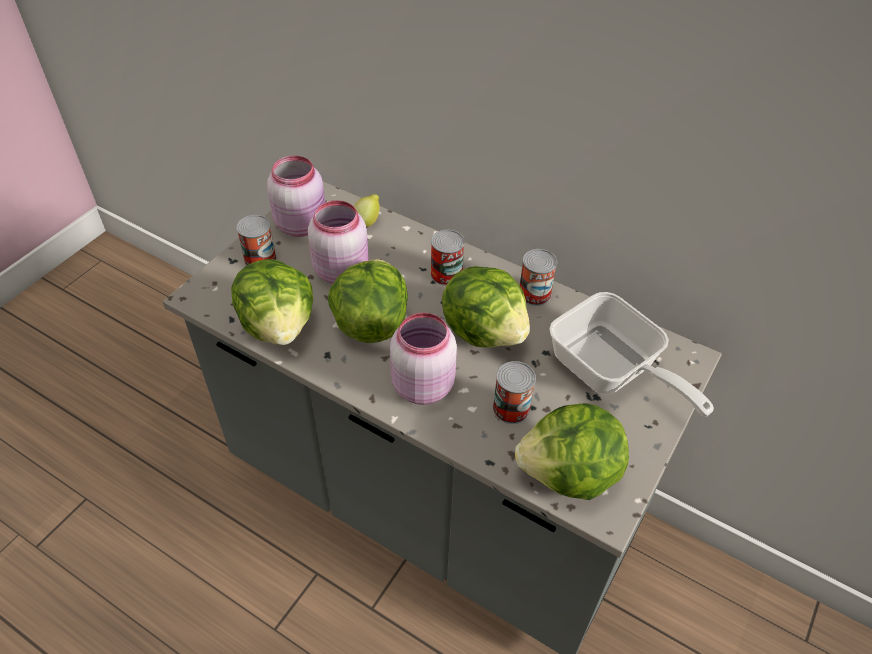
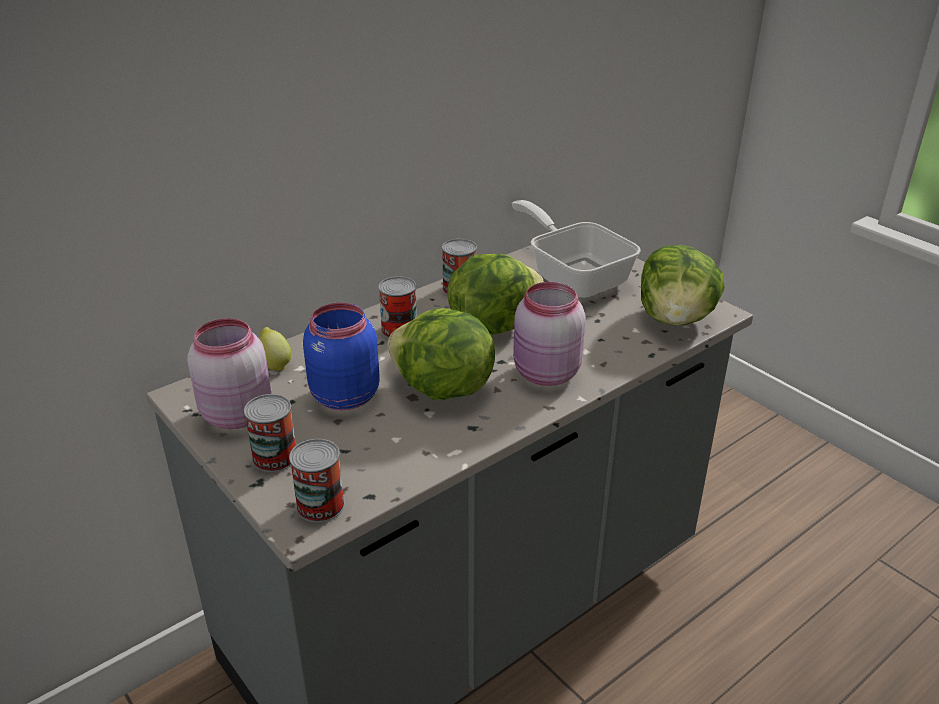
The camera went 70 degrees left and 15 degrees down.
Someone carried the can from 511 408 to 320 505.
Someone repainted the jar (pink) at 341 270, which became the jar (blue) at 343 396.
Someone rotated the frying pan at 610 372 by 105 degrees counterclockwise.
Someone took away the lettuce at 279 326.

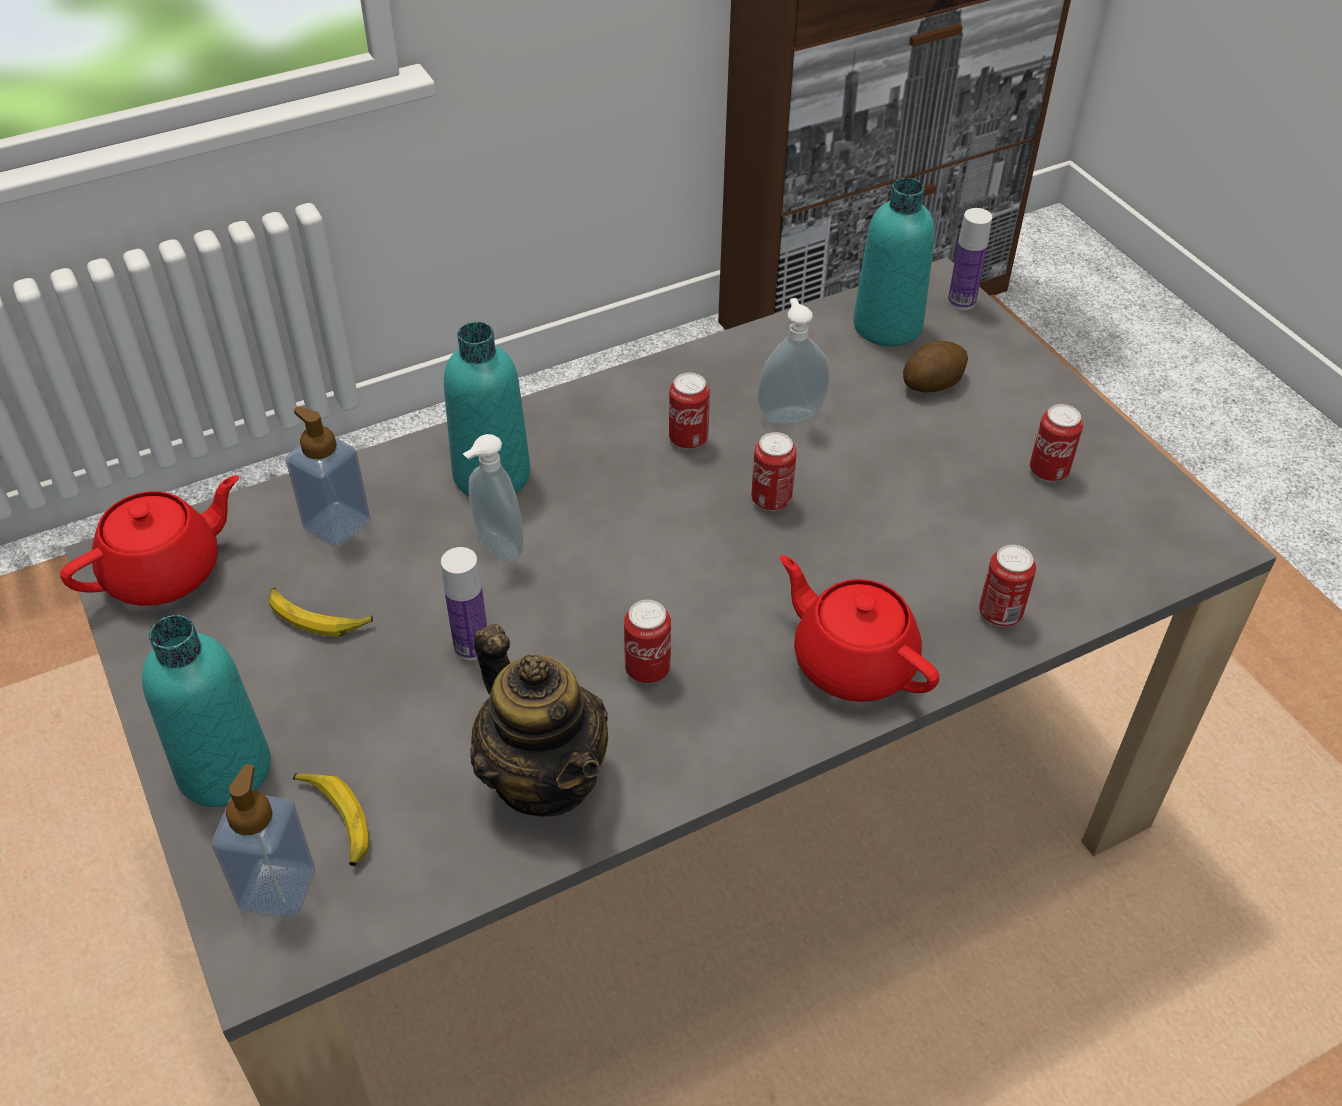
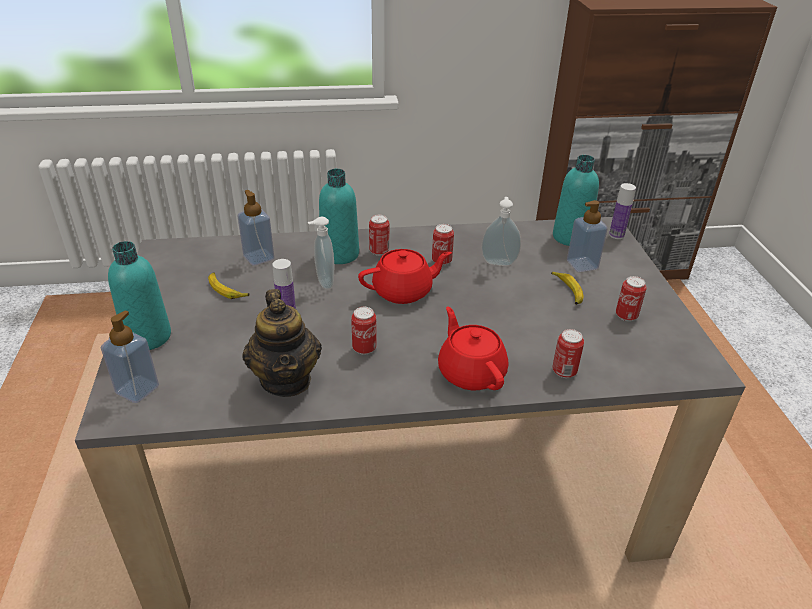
The camera went 20 degrees right and 10 degrees down.
Someone carried the teapot (red) from 166 572 to 403 291.
Someone carried the can from 771 500 to 379 251.
Someone carried the banana from 336 821 to 567 291.
Someone swapped the potato at 932 382 for the soap dispenser at 582 265.

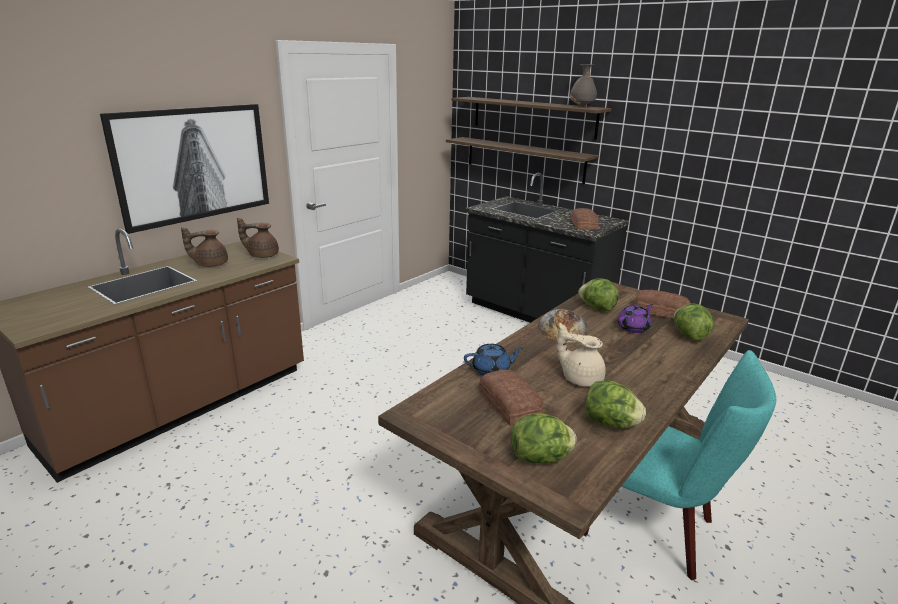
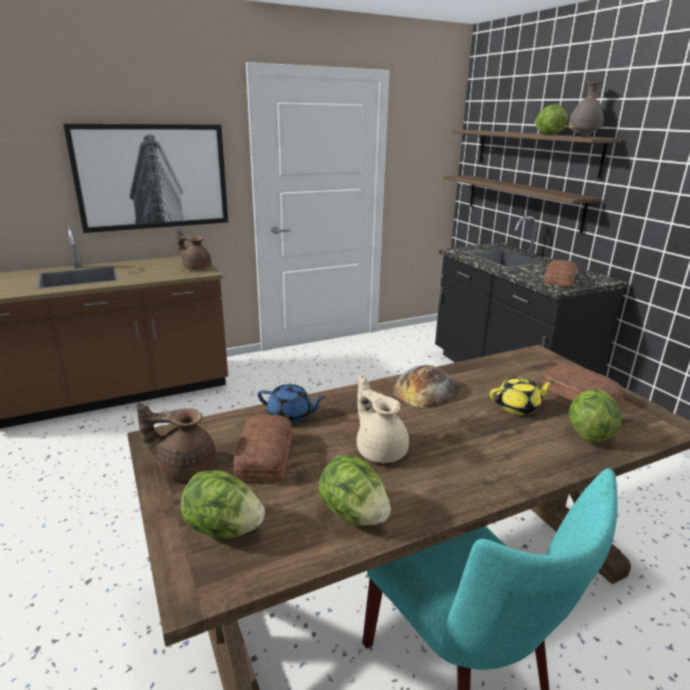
The camera went 25 degrees right and 0 degrees up.
Someone carried the teapot (brown) from 210 264 to 185 467.
Someone repainted the teapot (purple) at 633 328, which became the teapot (yellow) at 518 407.
Someone carried the lettuce from 596 308 to 548 134.

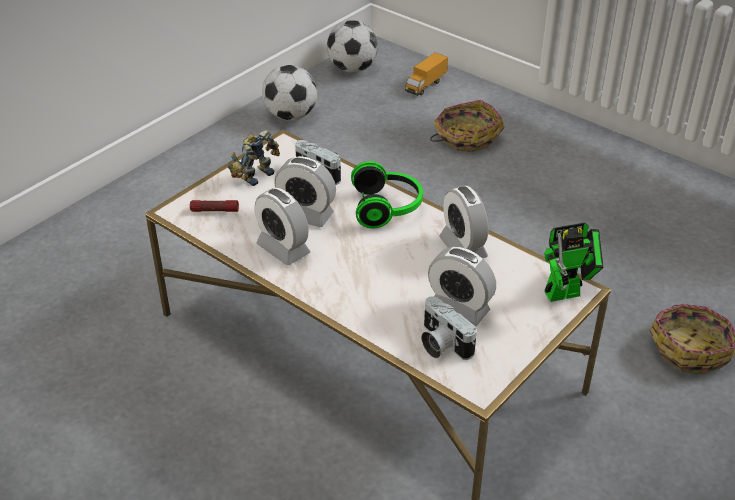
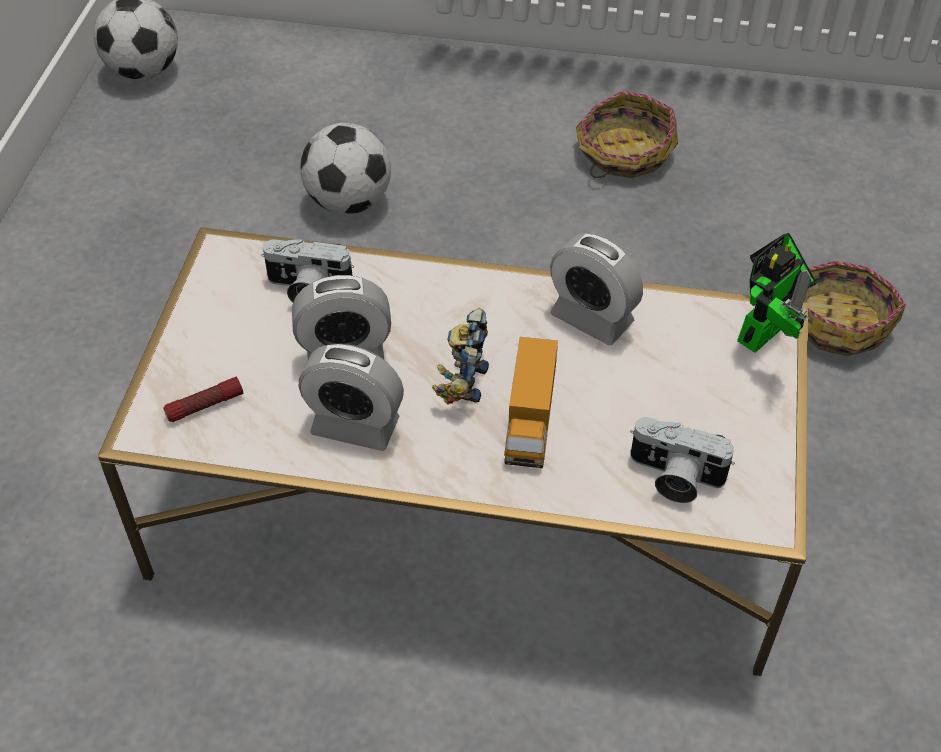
The camera went 30 degrees left and 10 degrees up.
Someone carried the football from 291 116 to 349 202.
Someone carried the toy robot from 255 175 to 462 381.
Someone carried the toy truck from 426 85 to 530 422.
Someone carried the basket from 466 137 to 623 152.
Someone took away the headphones at 387 208.
Someone took away the alarm clock at 459 309.

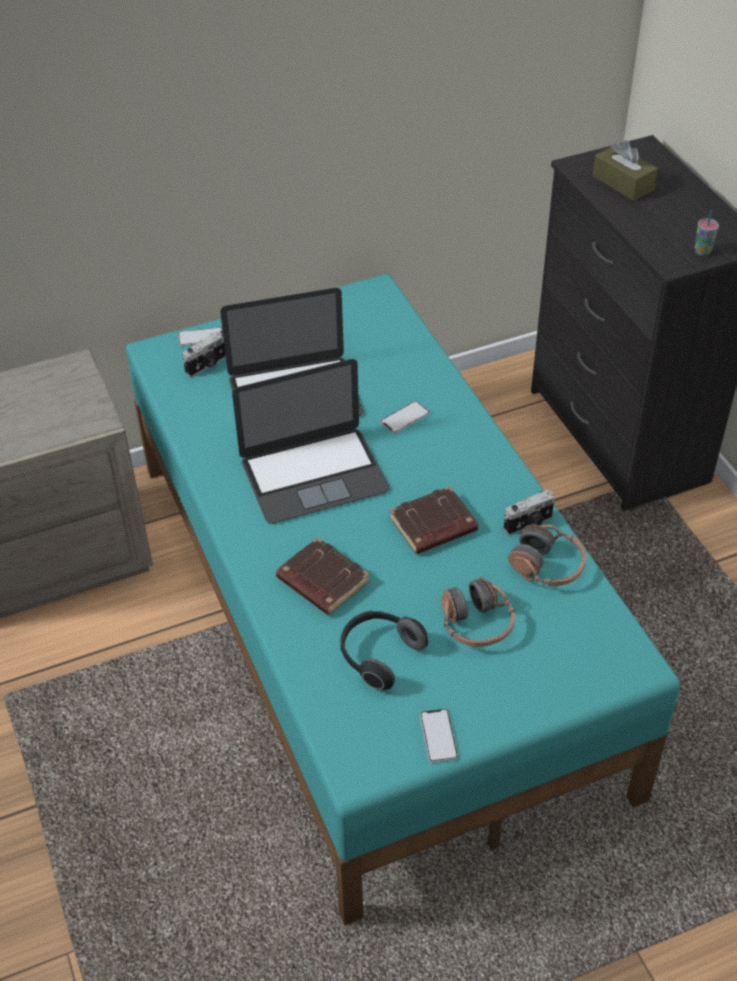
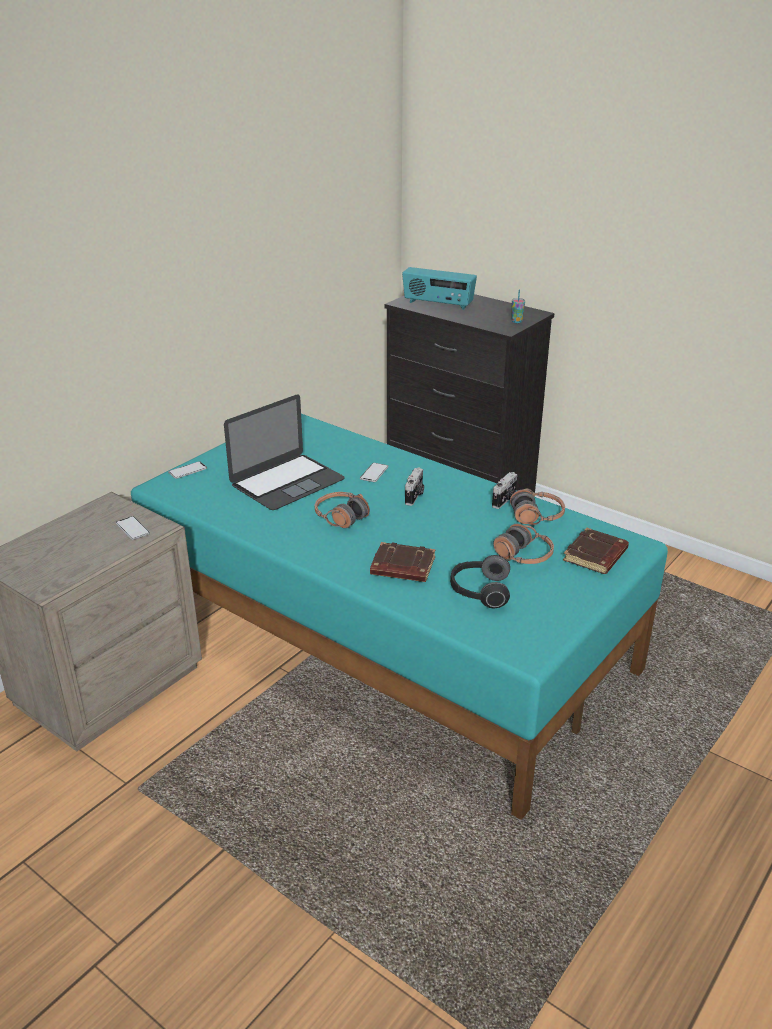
The camera went 30 degrees left and 15 degrees down.
Someone carried the phone from 438 736 to 132 529.
Someone swapped the laptop at 314 475 for the headphones at 341 517.
Someone swapped the tissue box (brown) at 623 183 for the radio at 438 304.
Someone carried the photo camera from 207 365 to 415 496.
Someone carried the book (brown) from 433 526 to 596 556.

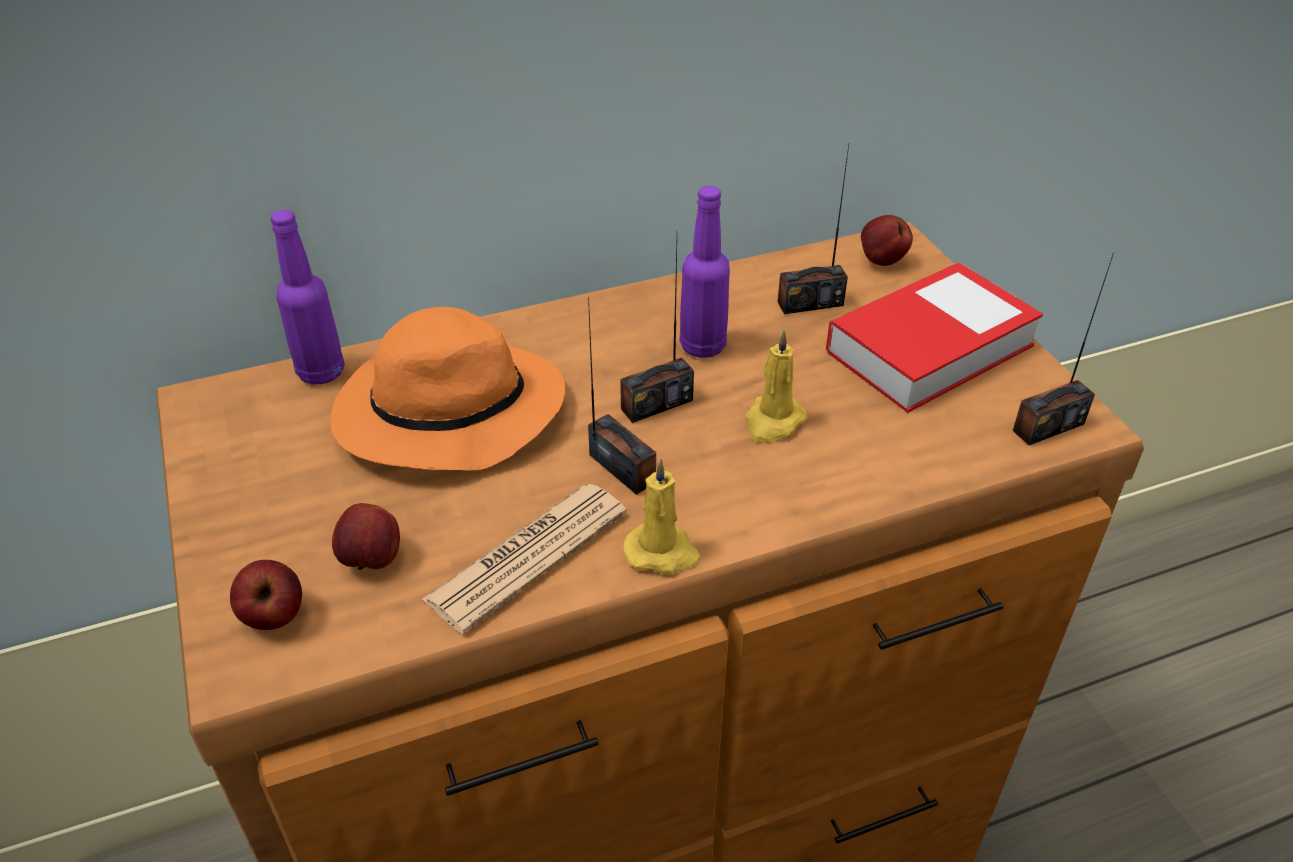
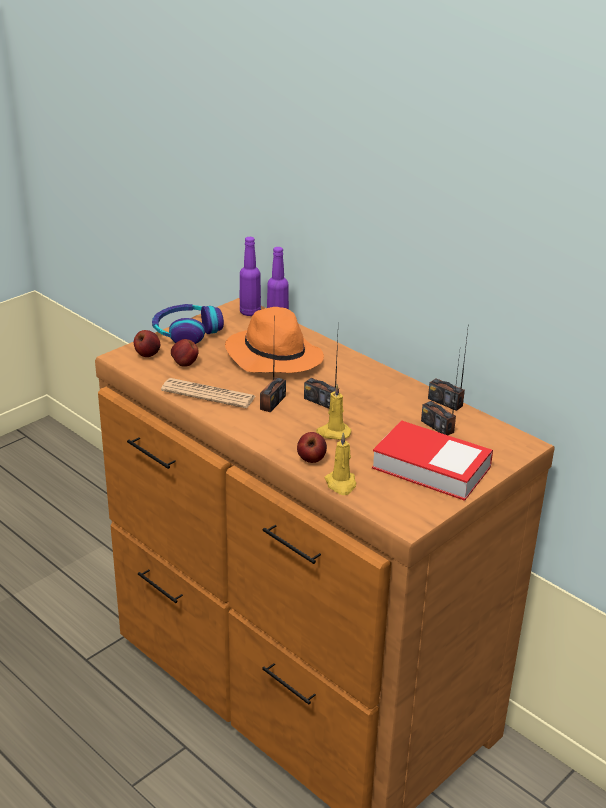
The camera went 65 degrees right and 10 degrees down.
Someone put down the headphones at 186 332.
Someone carried the bottle (purple) from 703 346 to 250 312.
Someone carried the apple from 881 261 to 311 459.
Someone carried the candle (yellow) from 663 552 to 341 484.
Someone carried the radio from 1048 427 to 445 402.

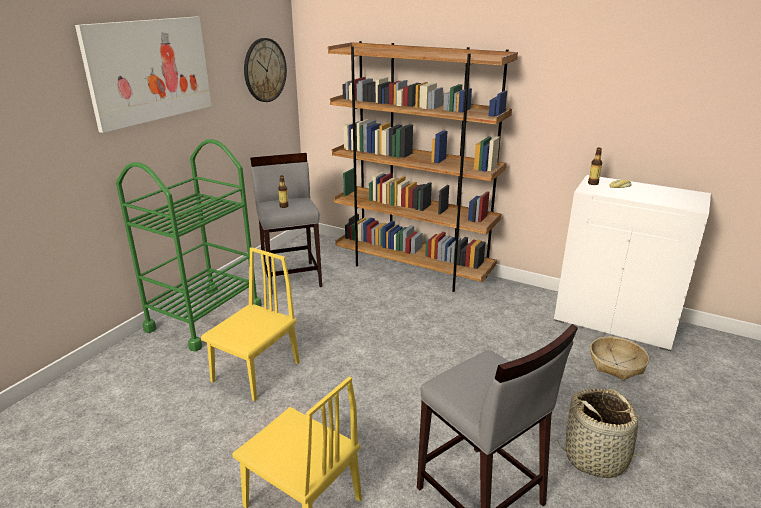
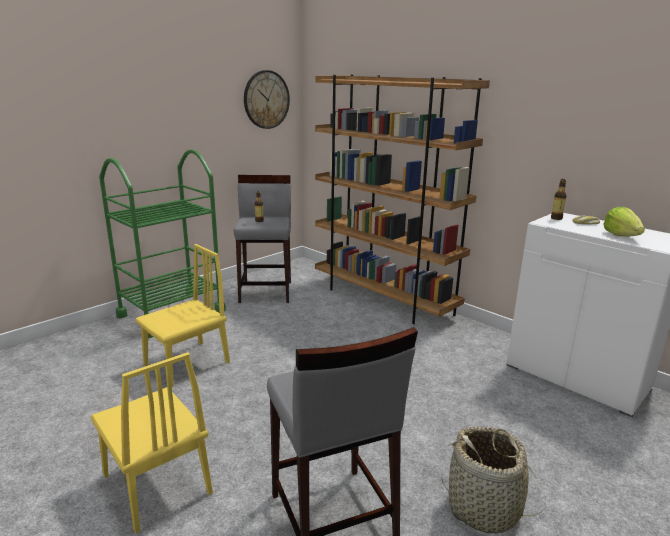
The camera went 15 degrees right and 5 degrees down.
Someone put down the lettuce at 621 235.
Someone took away the picture at 150 70.
Someone took away the basket at 616 364.

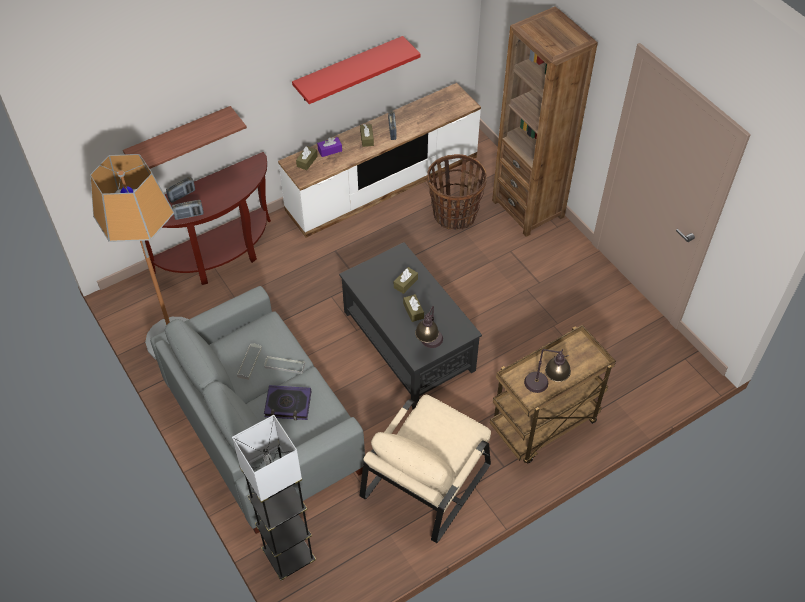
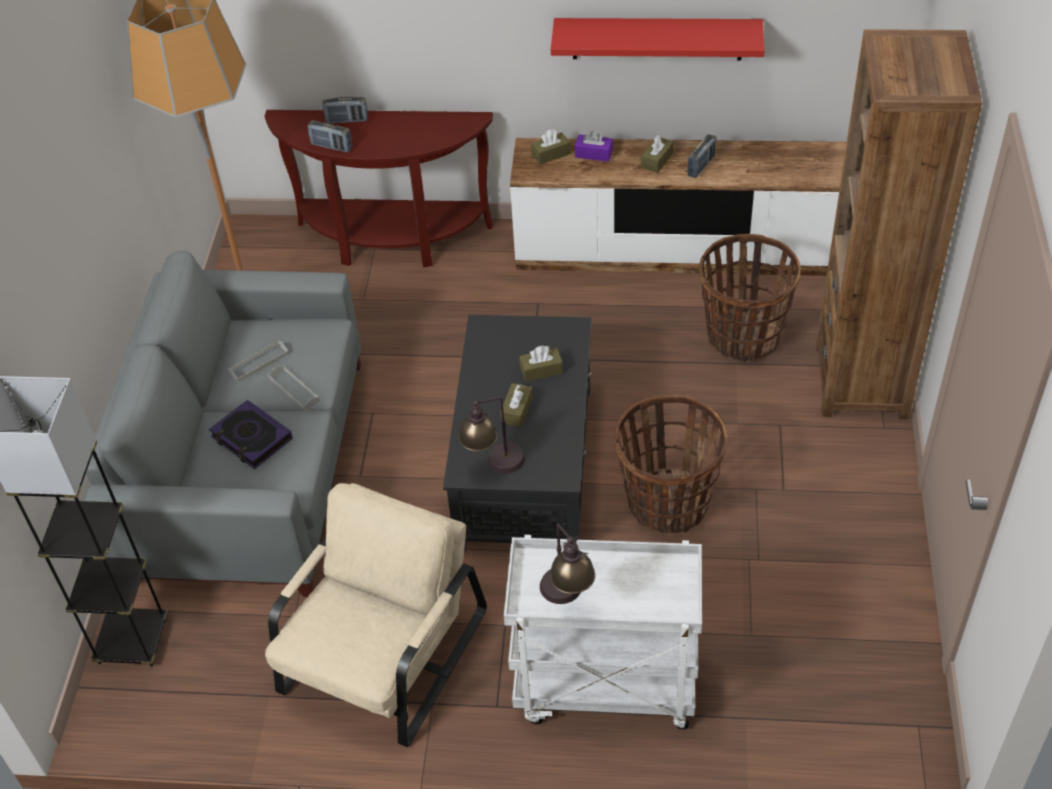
The camera went 40 degrees right and 5 degrees down.
Someone rotated the armchair (beige) at 427 478 by 135 degrees clockwise.
Someone repainted the cart (brown) at 543 426, which became the cart (white) at 603 688.
Someone put down the basket at 667 504.
Someone took away the shelf at 180 138.

